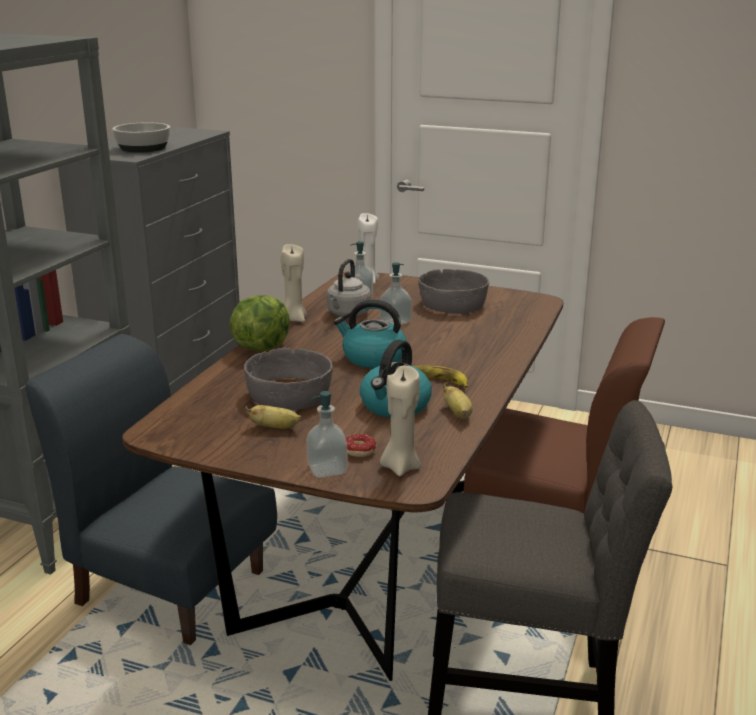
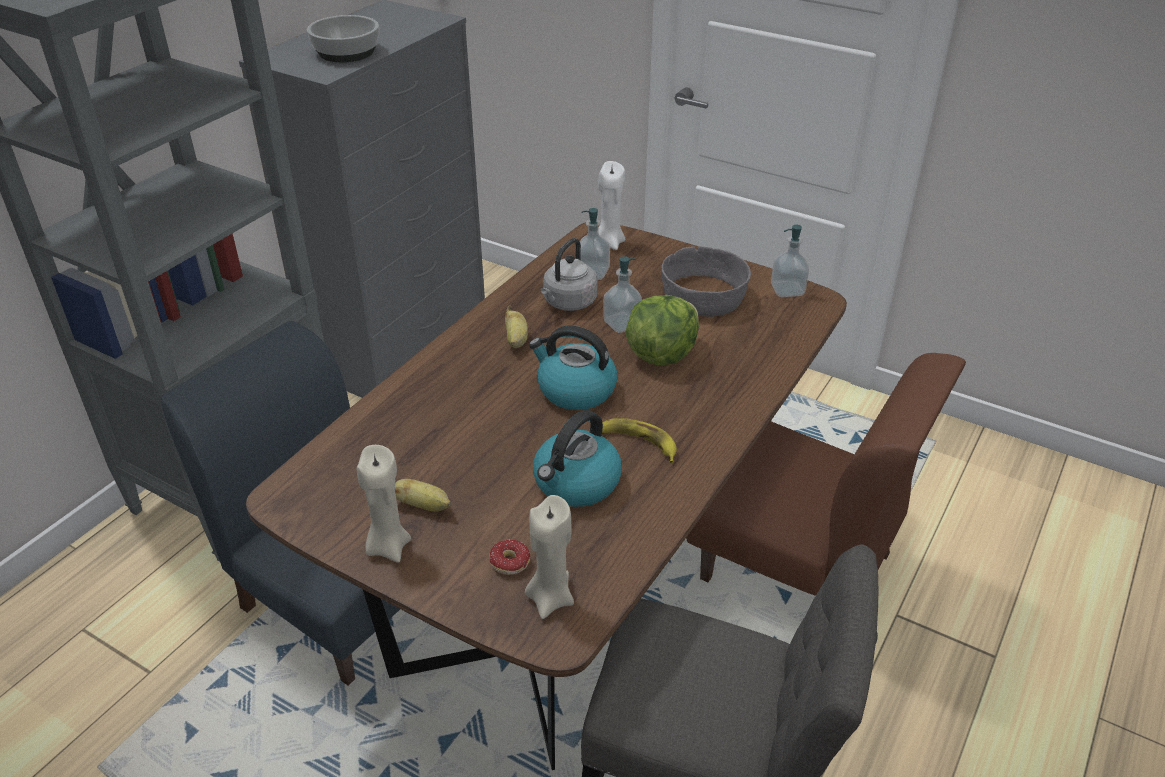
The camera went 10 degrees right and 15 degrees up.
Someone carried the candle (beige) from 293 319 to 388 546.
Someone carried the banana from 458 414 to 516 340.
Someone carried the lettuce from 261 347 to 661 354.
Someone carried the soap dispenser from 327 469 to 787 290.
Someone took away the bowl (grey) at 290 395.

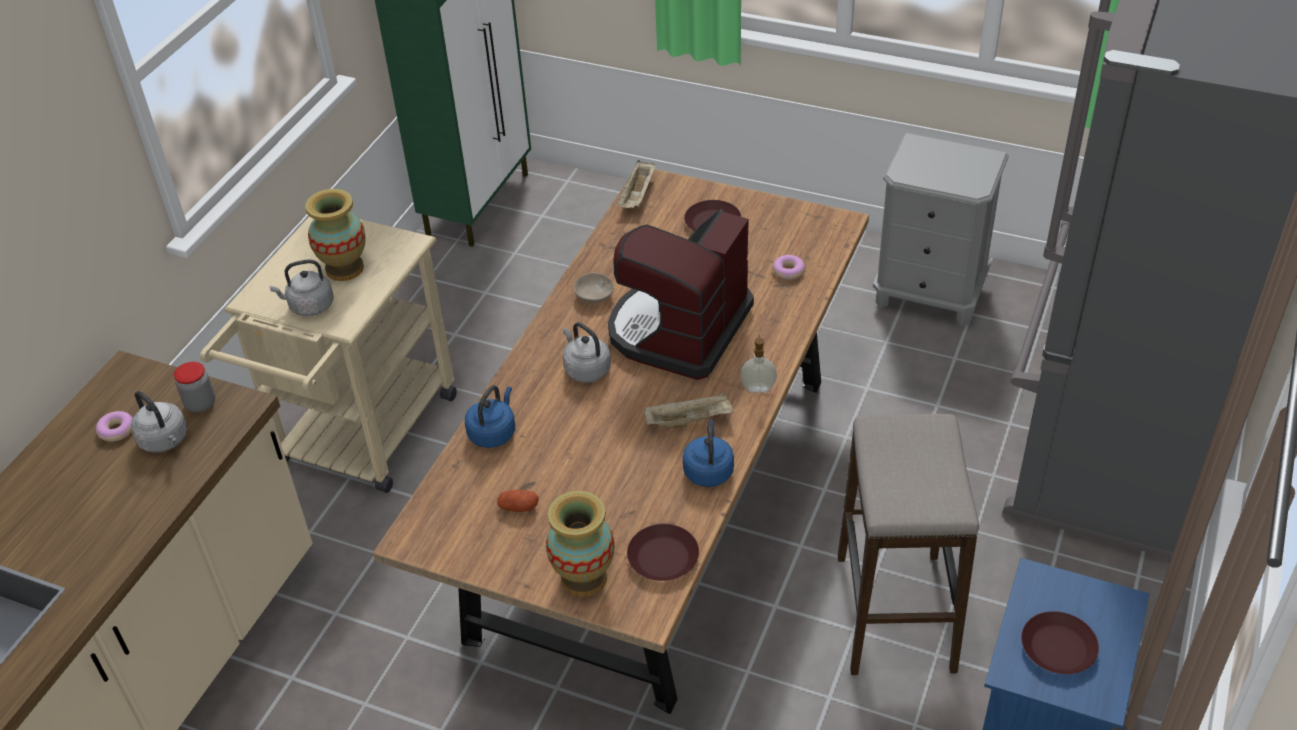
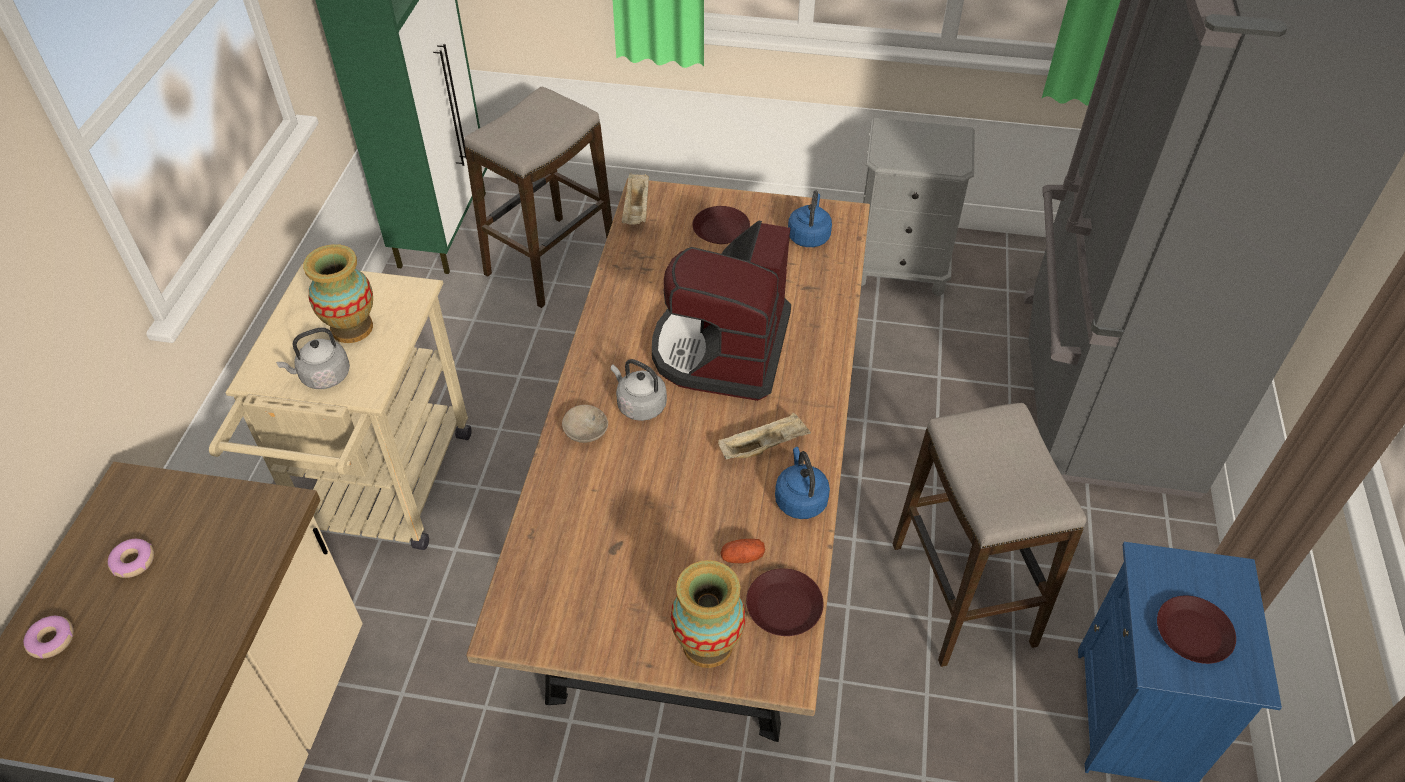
The camera went 15 degrees left and 5 degrees up.
Someone carried the donut from 788 271 to 52 640.
Someone put down the stool at 550 261.
Someone carried the bowl (beige) from 593 296 to 584 432.
Someone carried the potato from 518 507 to 742 557.
Someone carried the kettle (blue) from 493 432 to 809 236.
Someone took away the kettle (grey) at 165 441.
Someone took away the jar at 200 404.
Someone took away the soap dispenser at 758 388.

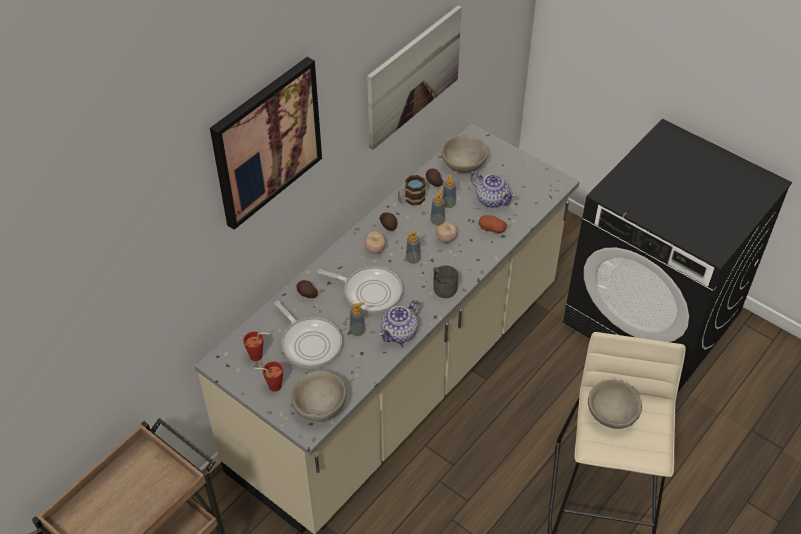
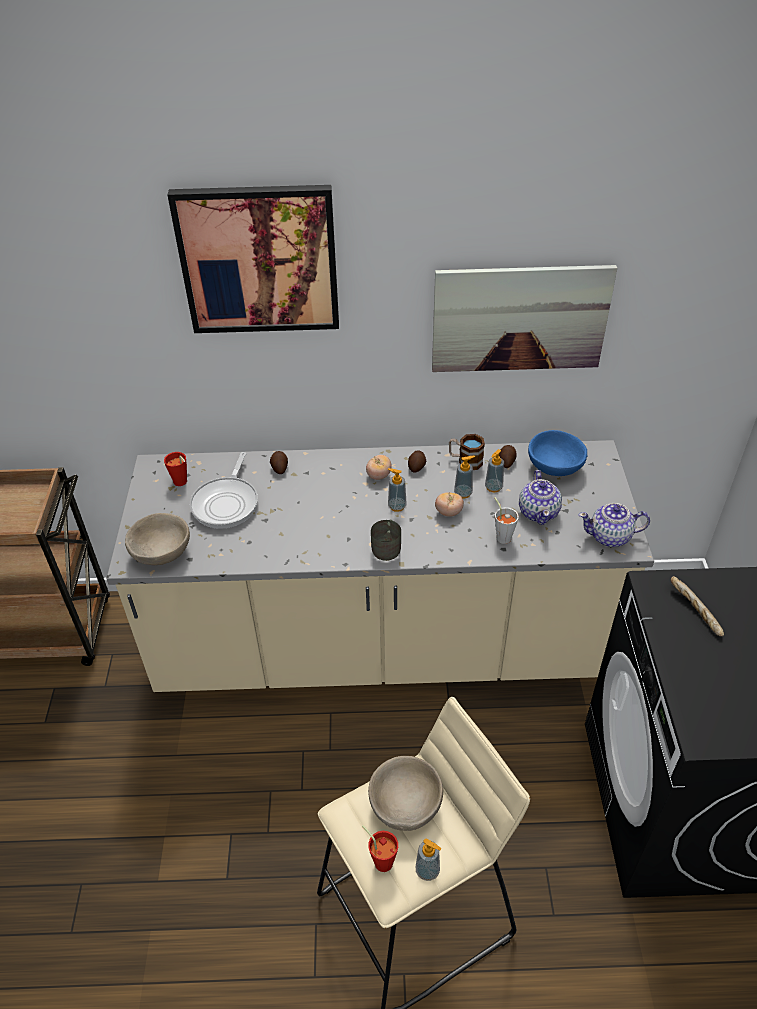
The camera went 50 degrees right and 5 degrees down.
Someone carried the cup (red) from 272 386 to 380 859.
Someone carried the soap dispenser from 357 331 to 427 870.
Someone swapped the potato at 492 229 for the cup (grey) at 502 536.
Someone repainted the bowl (beige) at 463 165, which became the bowl (blue) at 554 467.
Someone carried the teapot from 400 332 to 610 537.
Someone put down the bread at 694 611.
Someone took away the frying pan at 369 292.

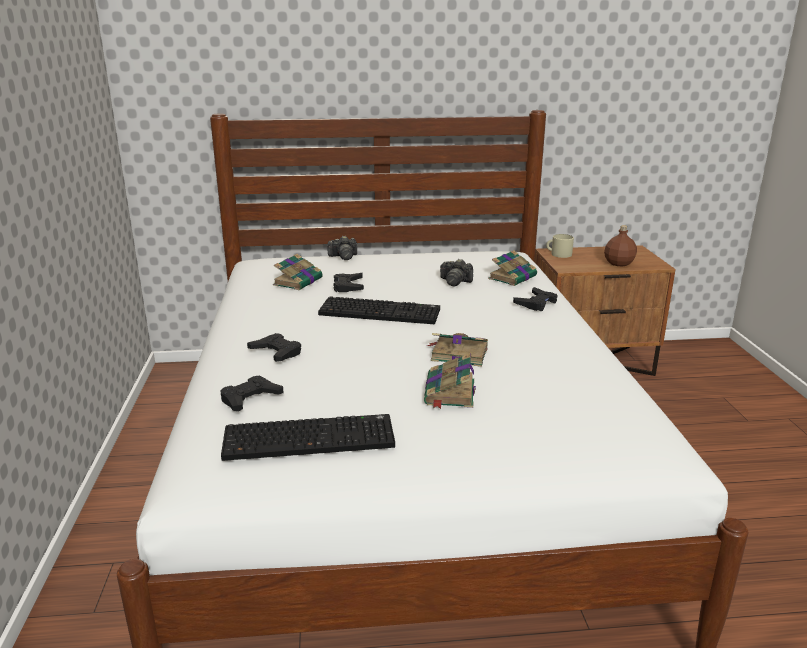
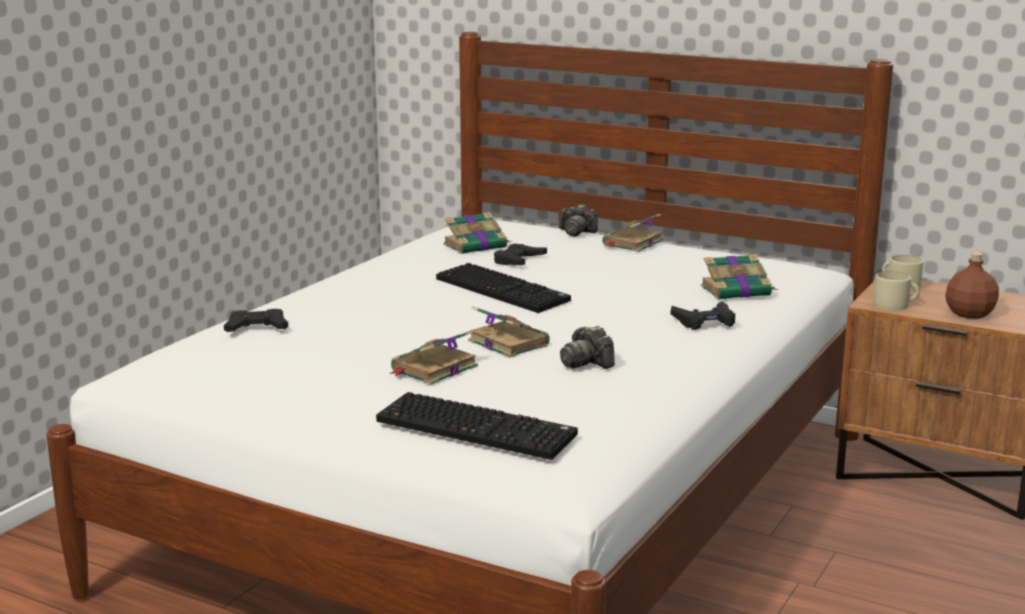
The camera went 35 degrees right and 5 degrees down.
Someone carried the keyboard from 311 438 to 479 428.
Someone carried the photo camera from 455 282 to 586 363.
Someone put down the book at 632 243.
Someone put down the mug (beige) at 895 305.
Someone took away the game controller (black) at 276 352.

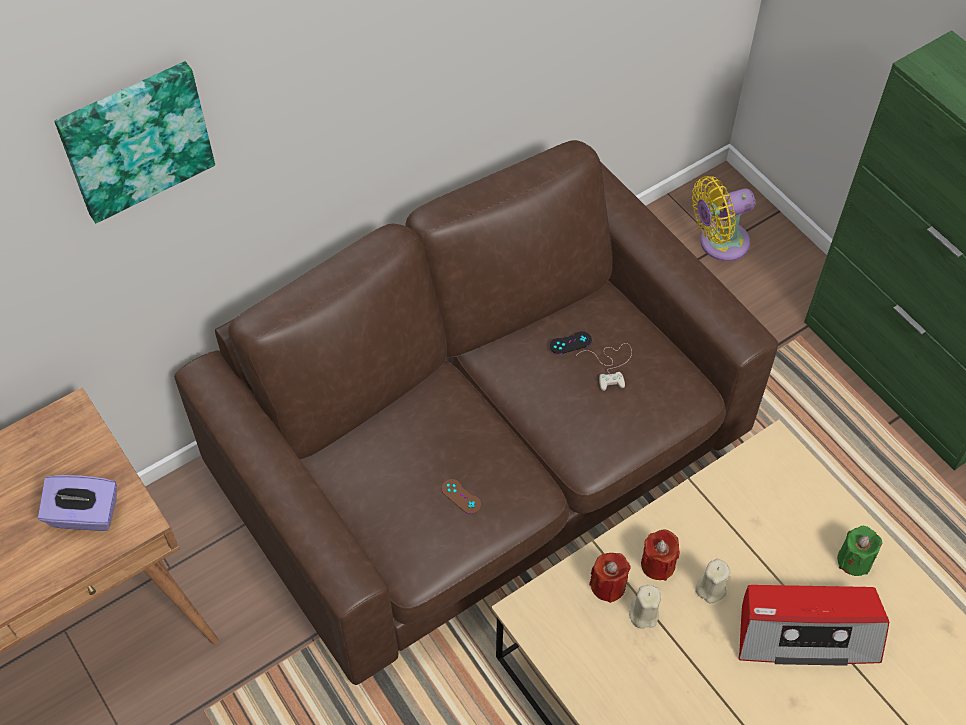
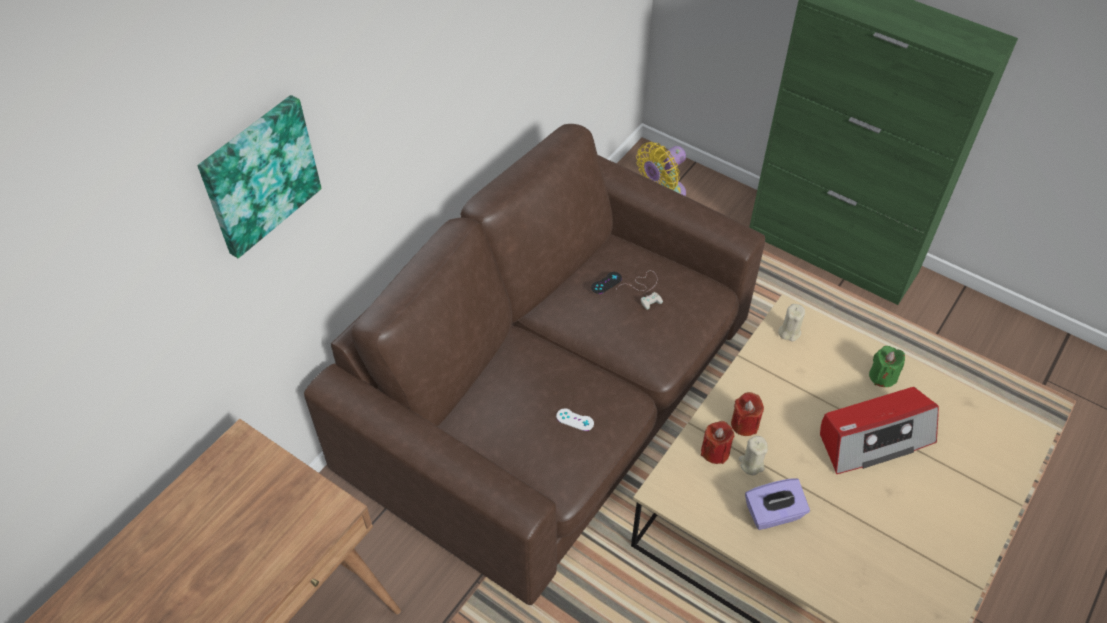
The camera went 20 degrees left and 5 degrees down.
Someone repainted the game controller (brown) at 461 496, which became the game controller (white) at 575 420.
Someone carried the tissue box (purple) from 84 515 to 773 514.
Someone carried the candle (beige) from 711 588 to 789 332.

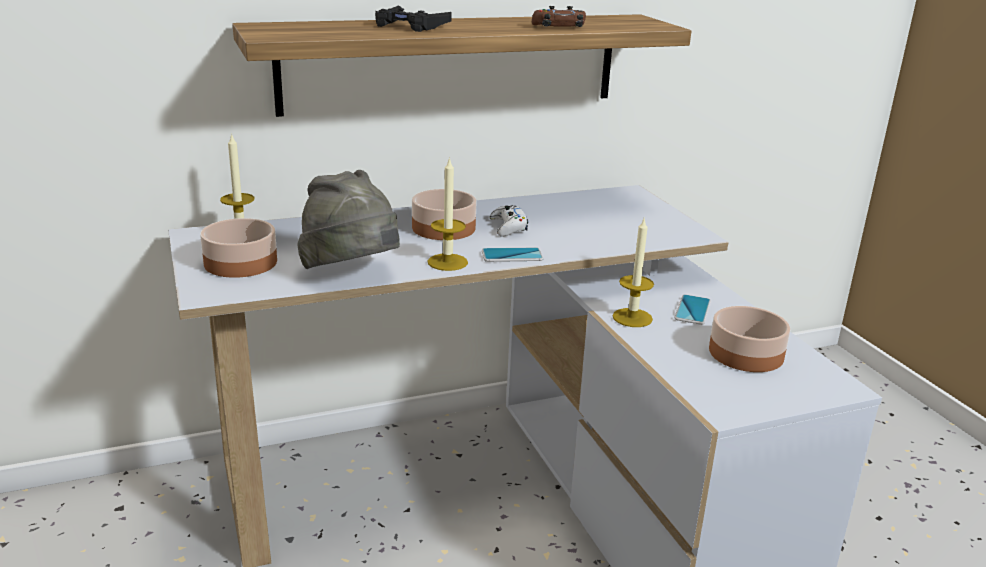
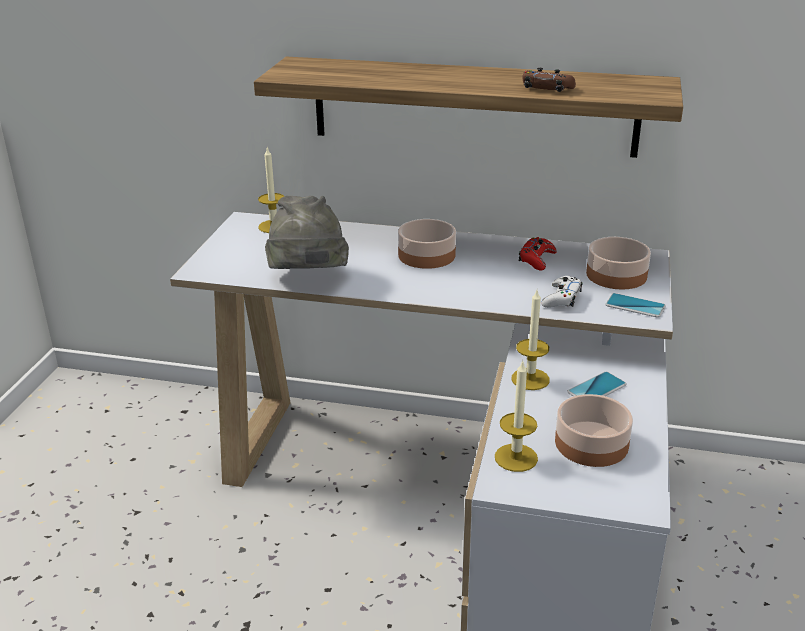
The camera went 35 degrees right and 5 degrees up.
Someone carried the candle from 447 262 to 516 457.
Someone put down the game controller (red) at 536 259.
Someone carried the game controller (white) from 508 227 to 562 298.
Someone carried the bowl from 240 263 to 615 275.
Someone carried the phone from 512 256 to 635 306.
Someone took away the game controller (black) at 410 26.

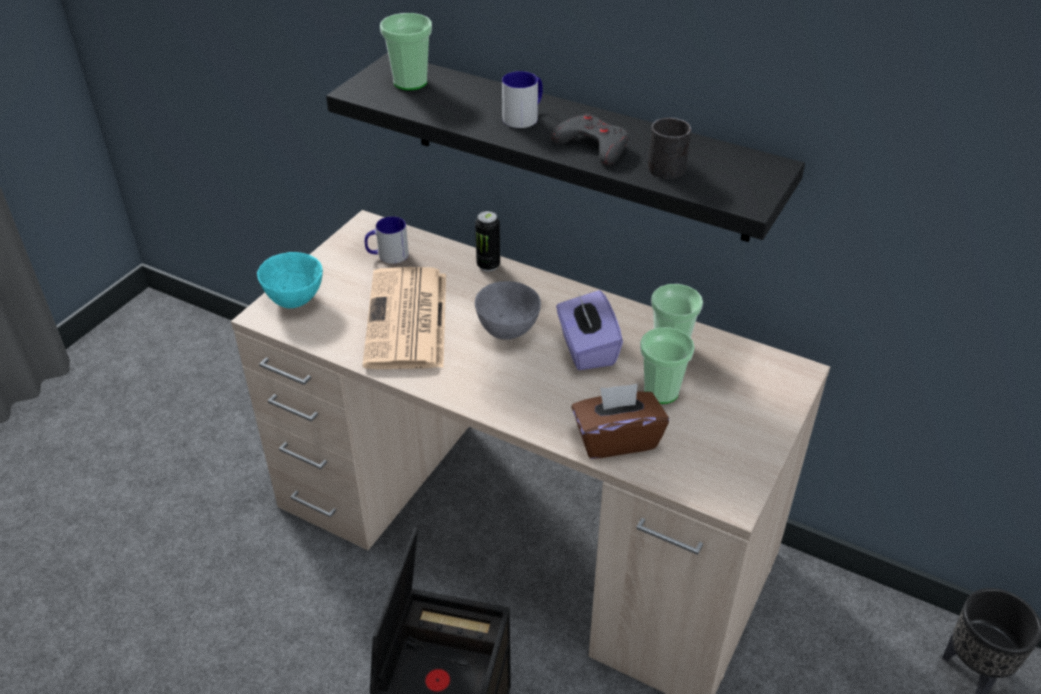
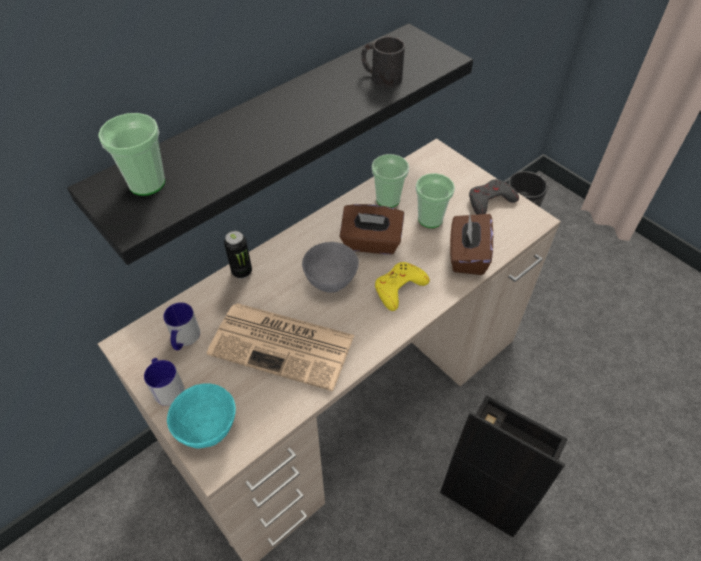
The camera went 70 degrees left and 10 degrees up.
Someone carried the mug from 524 116 to 167 387.
Someone repainted the tissue box (purple) at 586 348, which became the tissue box (brown) at 371 243.
Someone put down the game controller (yellow) at 399 288.
Someone carried the game controller (grey) from 593 145 to 490 200.

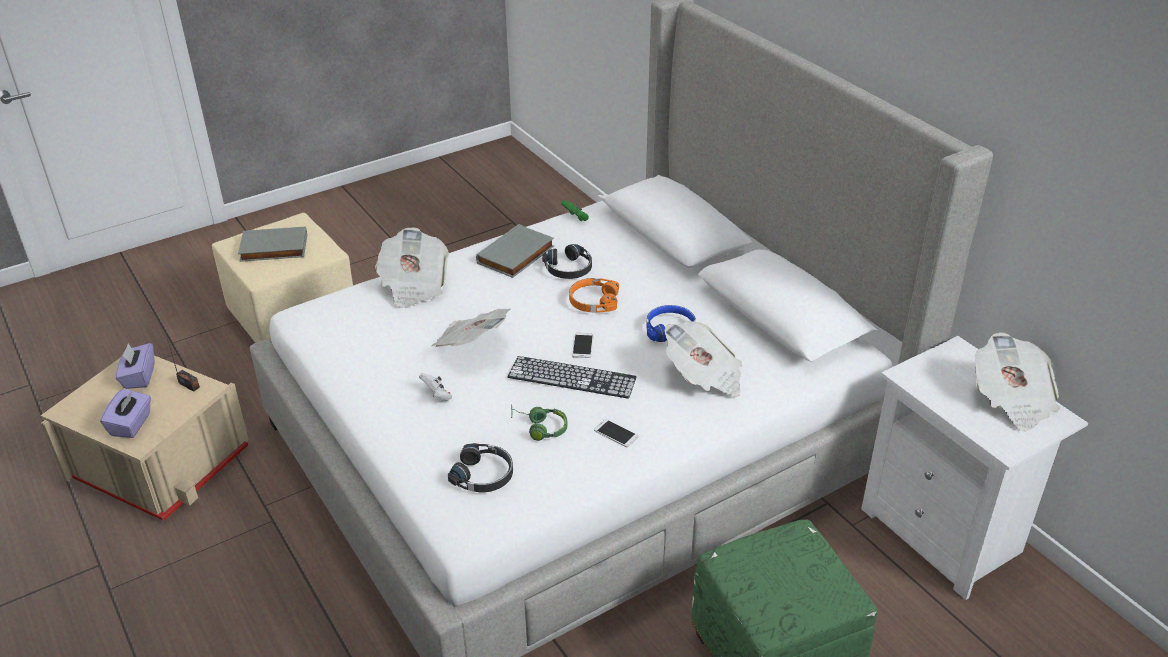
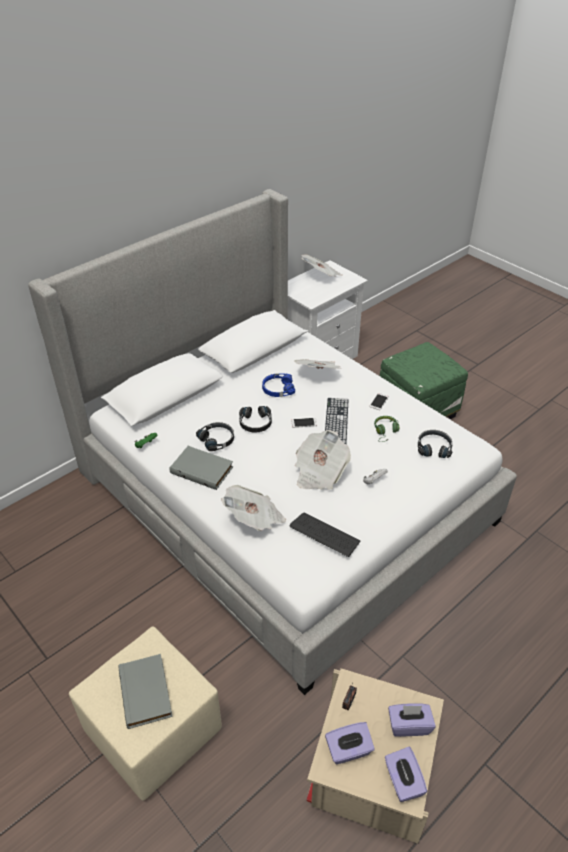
The camera went 100 degrees left and 5 degrees up.
Someone repainted the headphones (orange) at 593 301, which became the headphones (black) at 255 423.
Someone put down the keyboard at 325 535.
Someone put down the tissue box (purple) at 403 781.

